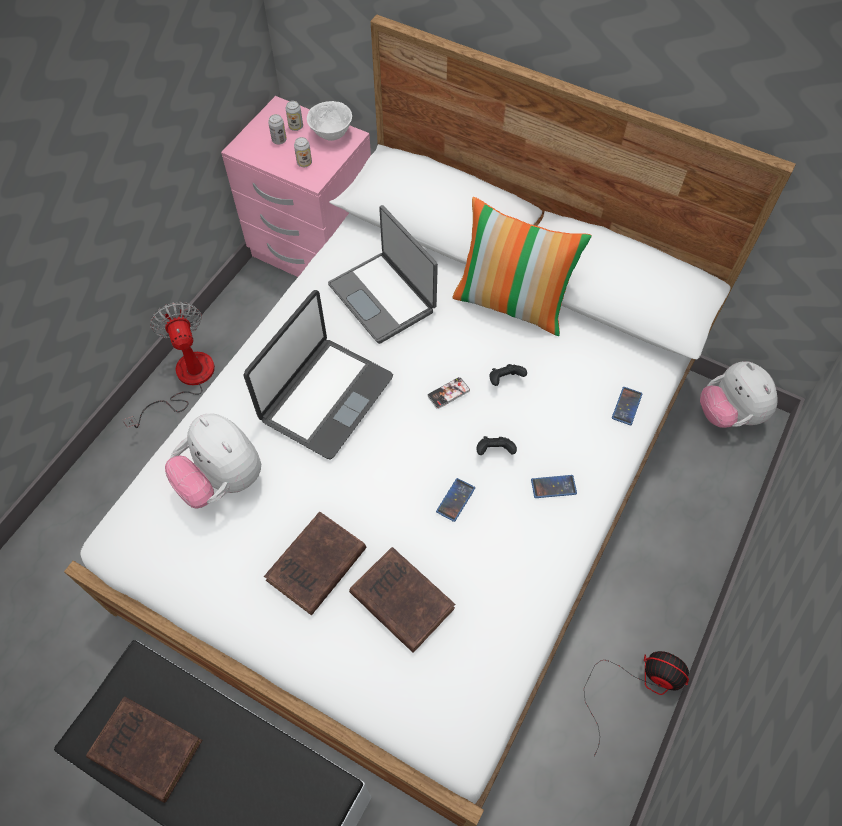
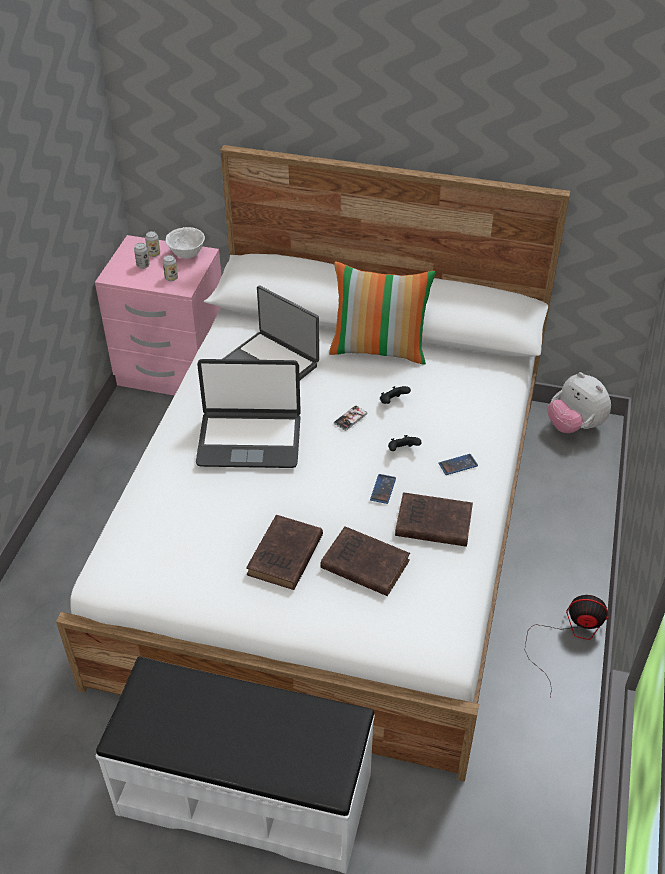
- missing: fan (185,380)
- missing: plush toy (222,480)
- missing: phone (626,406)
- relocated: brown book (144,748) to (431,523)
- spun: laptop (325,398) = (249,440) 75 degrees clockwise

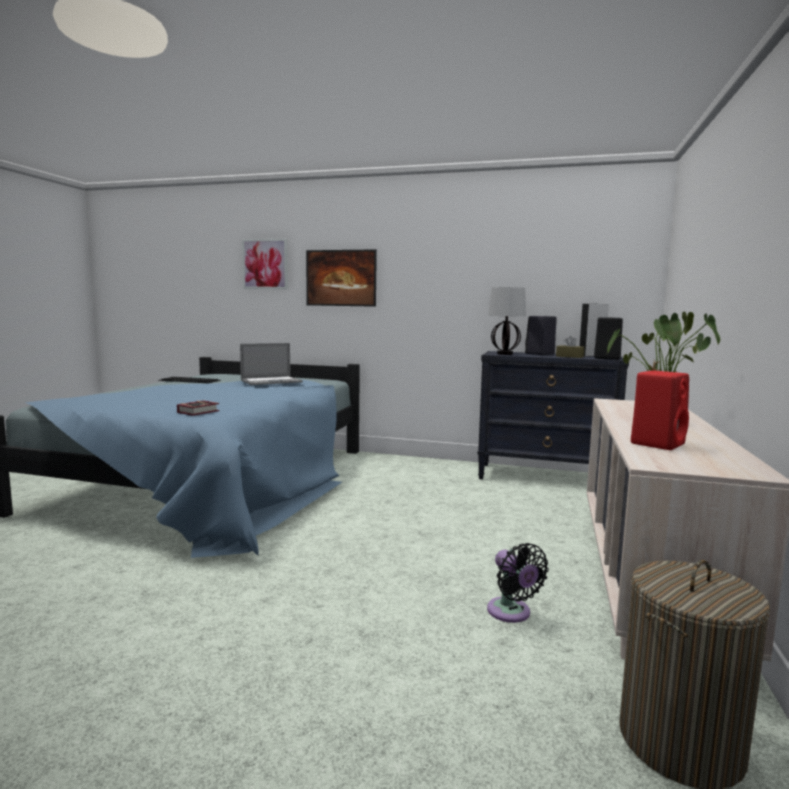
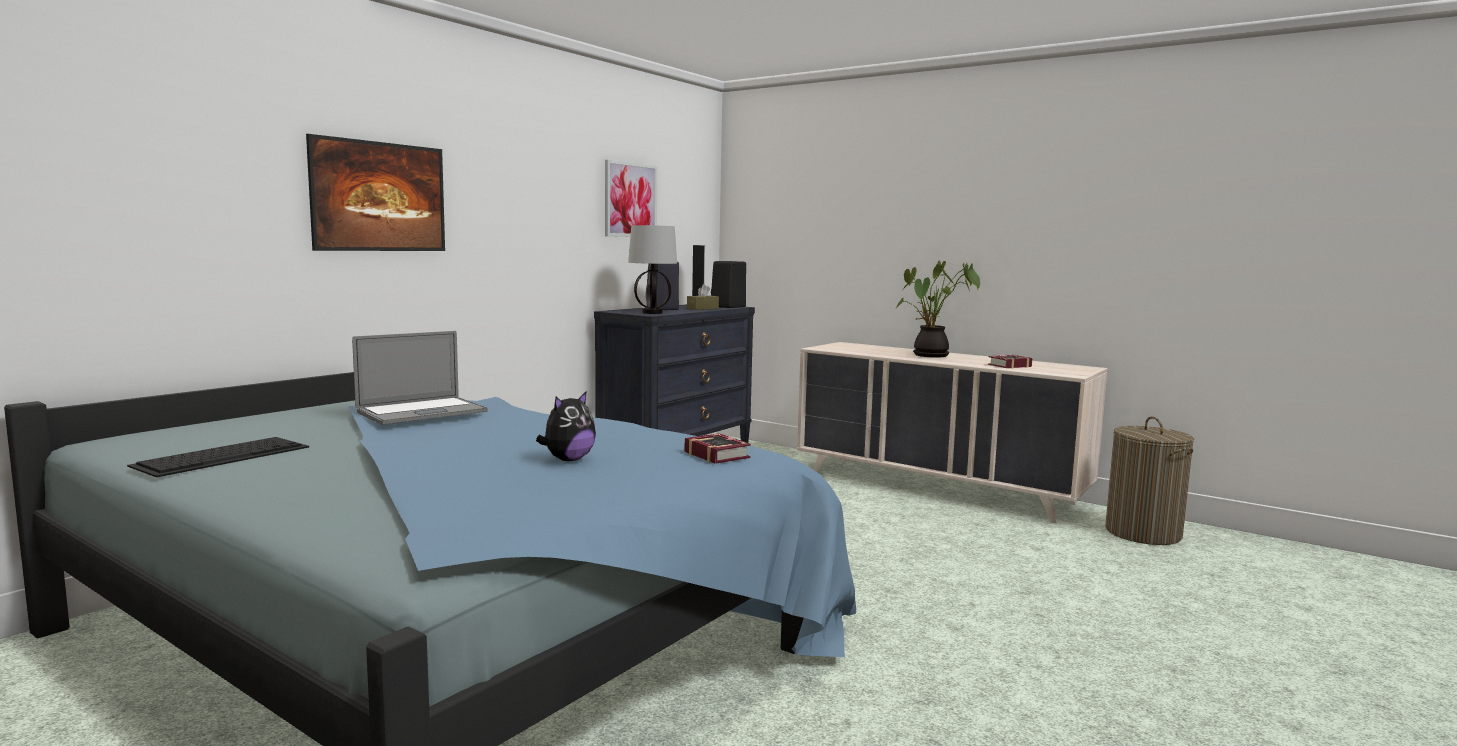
- missing: black fan (511,613)
- appeared: plush toy (568,460)
- relocated: picture (265,264) to (630,200)
- exchanged: red speaker (657,443) to book (1007,365)
- spun: laptop (271,381) = (422,412) 60 degrees clockwise

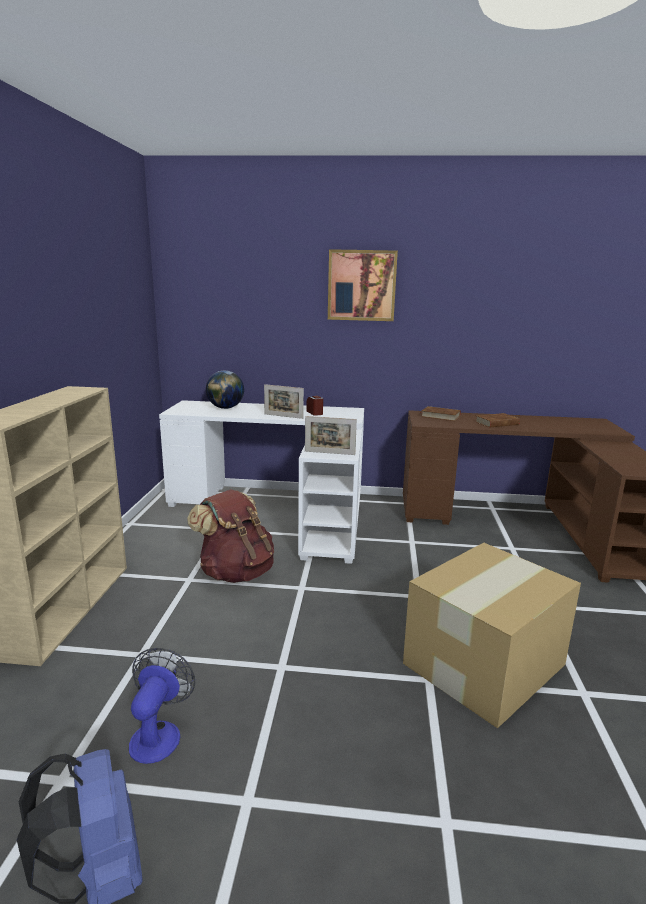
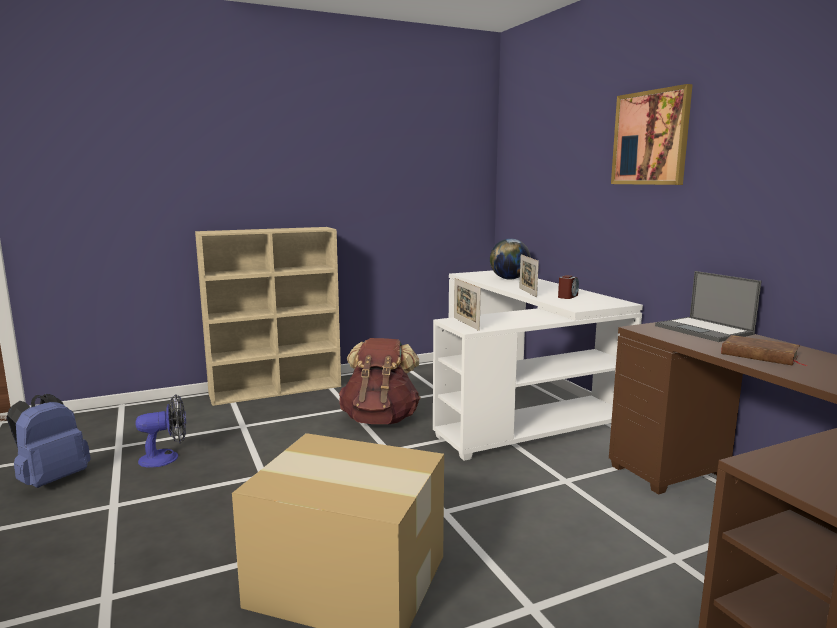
- exchanged: brown book (440,416) to laptop (704,330)

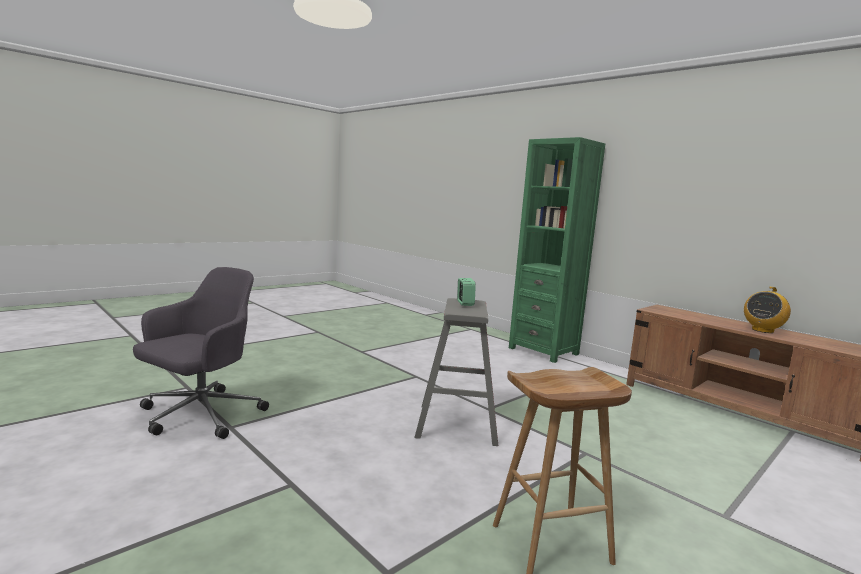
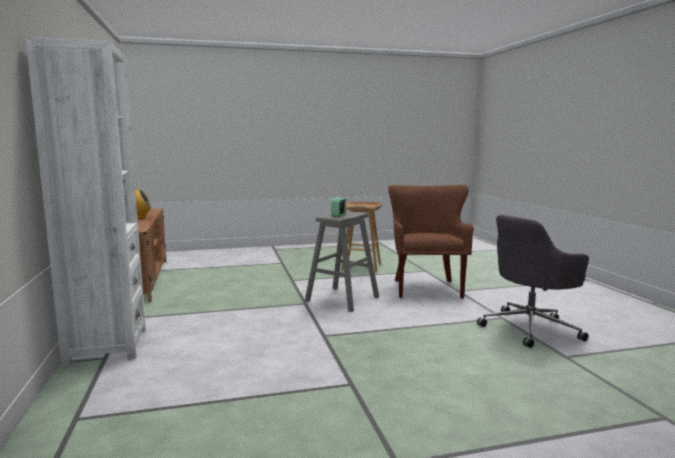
- appeared: brown armchair (427,288)
- colour: green bookcase (543,351) to white bookcase (107,346)

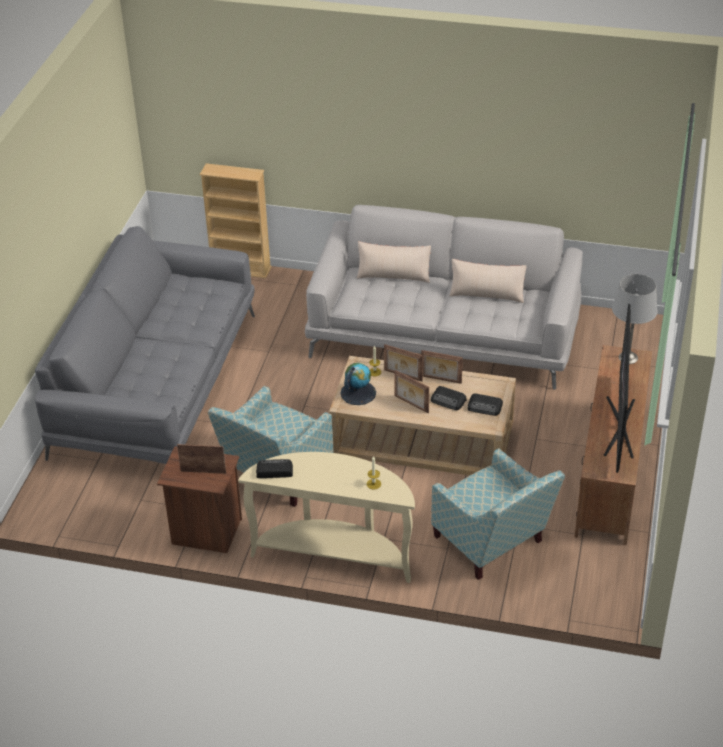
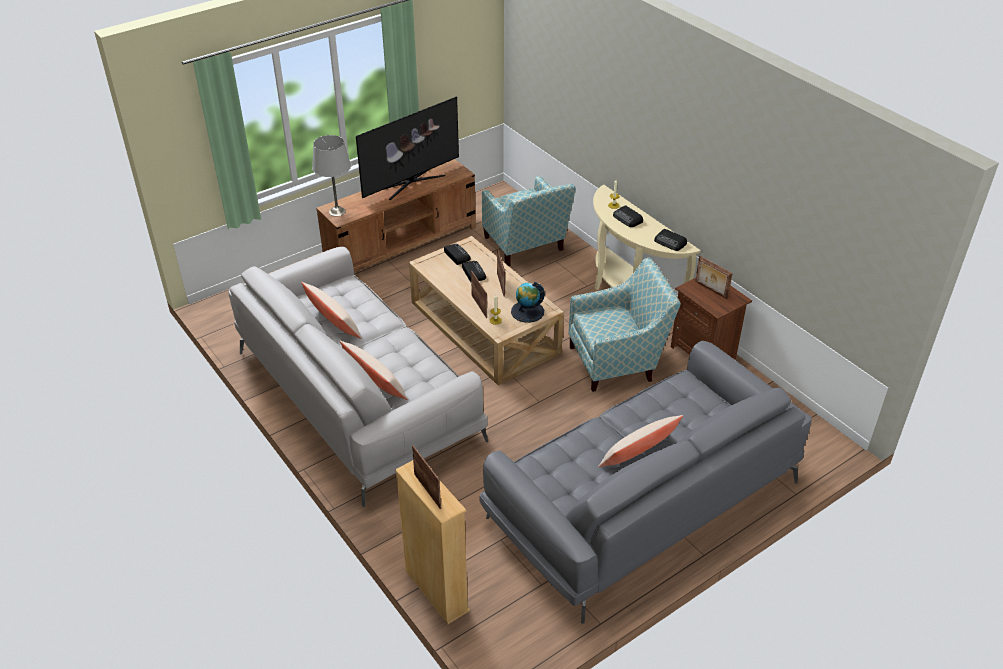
- appeared: beige pillow (638,454)
- appeared: radio (628,219)
- relocated: picture frame (441,380) to (428,490)
- spun: armchair (493,545) = (526,248) 150 degrees clockwise

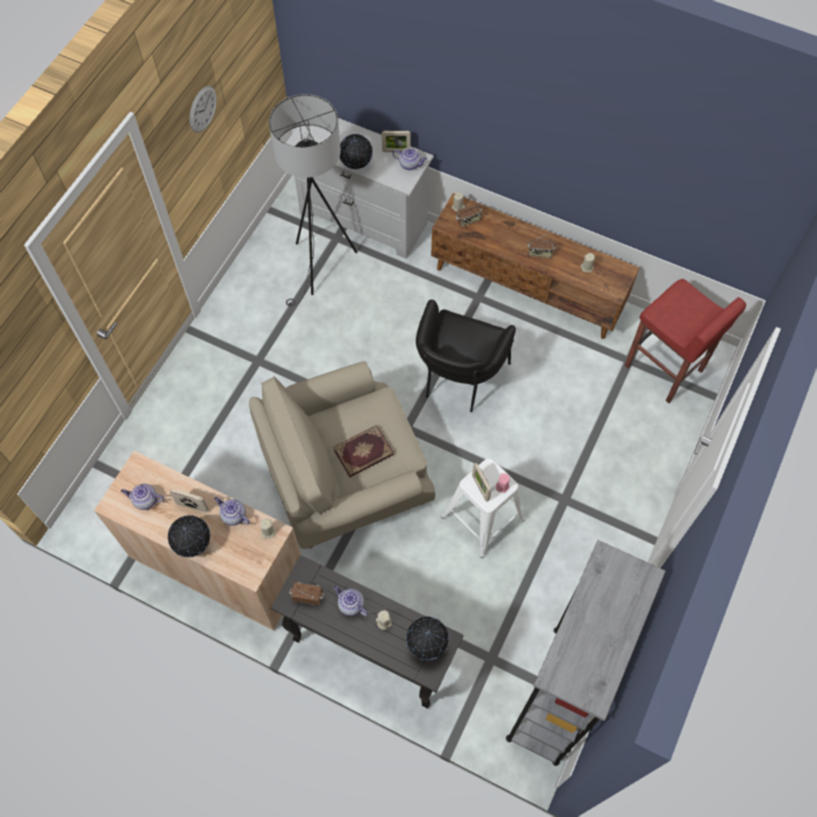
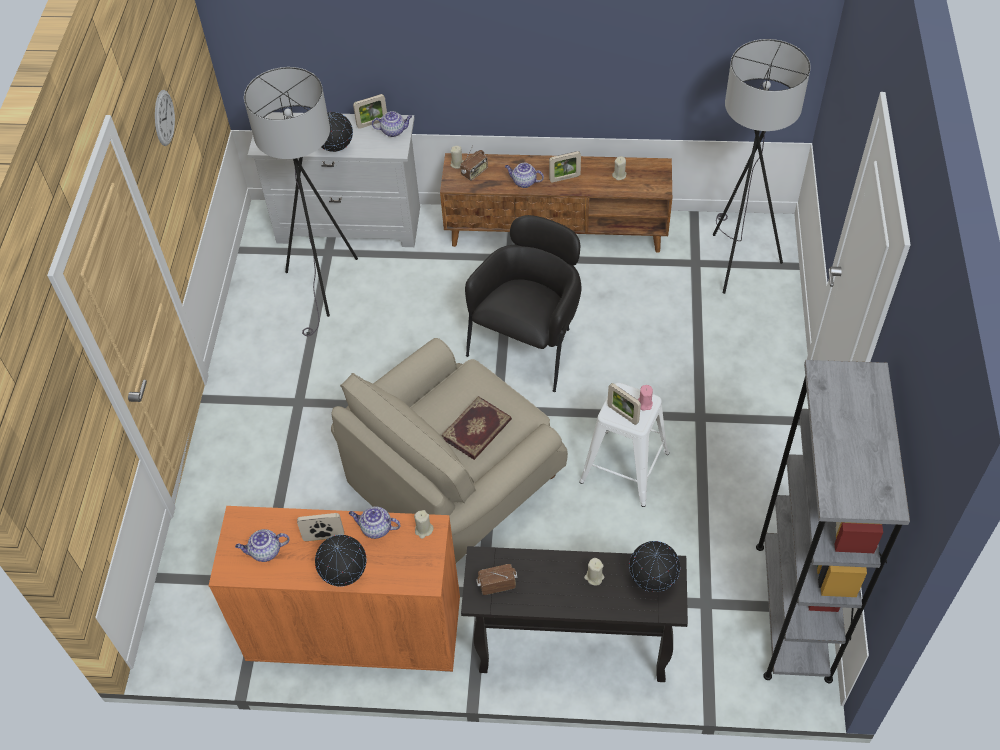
- relocated: teapot (350,604) to (523,182)
- exchanged: radio (540,253) to picture frame (564,178)
- exchanged: red stool (664,370) to grey floor lamp (734,259)
- colour: beige cabinet (218,565) to orange cabinet (354,629)
- spun: black armchair (458,380) = (529,343) 150 degrees counterclockwise

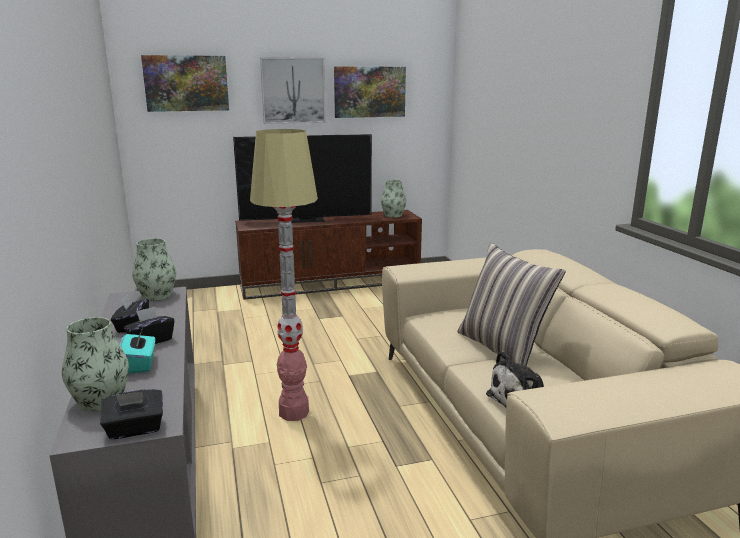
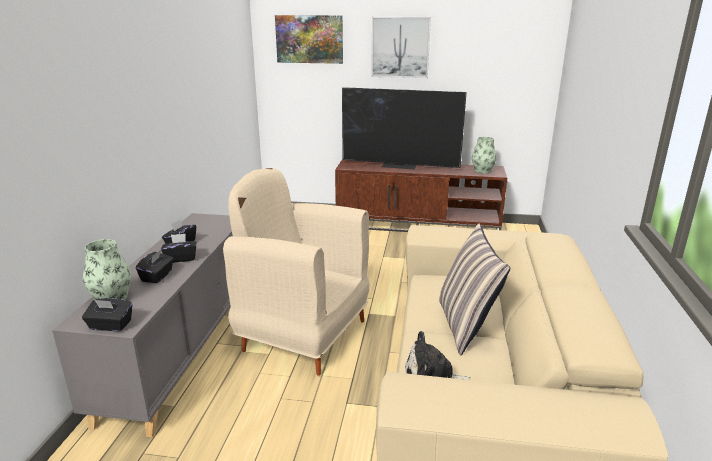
- missing: vase (157,295)
- missing: picture (369,92)
- exchanged: floor lamp (294,413) to beige armchair (303,335)
- colour: turquoise tissue box (140,364) to black tissue box (157,276)

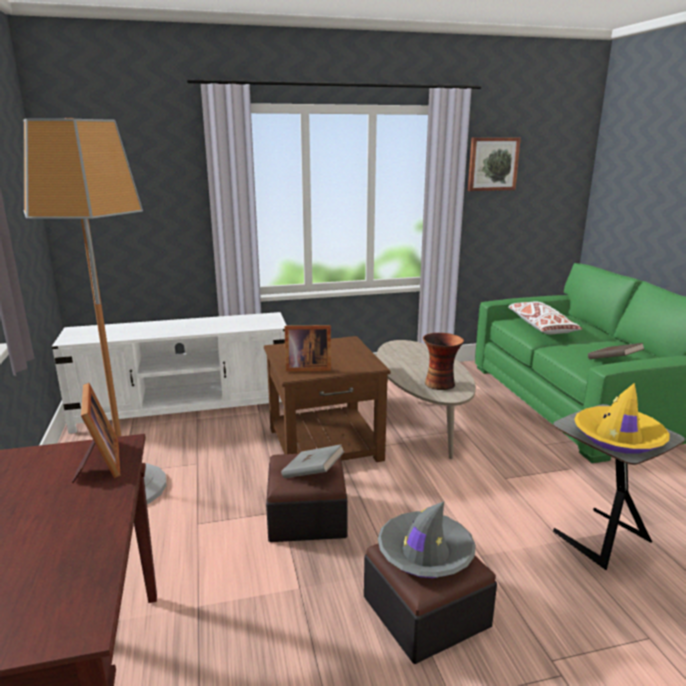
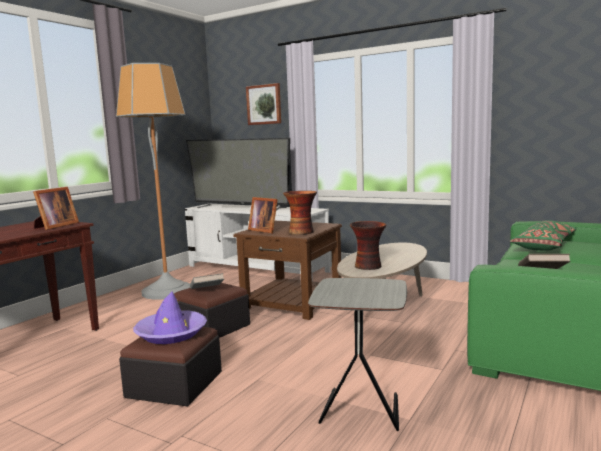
- missing: yellow hat (618,437)
- appeared: television (240,207)
- appeared: vase (301,232)
- relocated: picture (492,164) to (264,104)
- colour: grey hat (425,553) to purple hat (171,333)
- colour: white pillow (541,326) to green pillow (544,246)

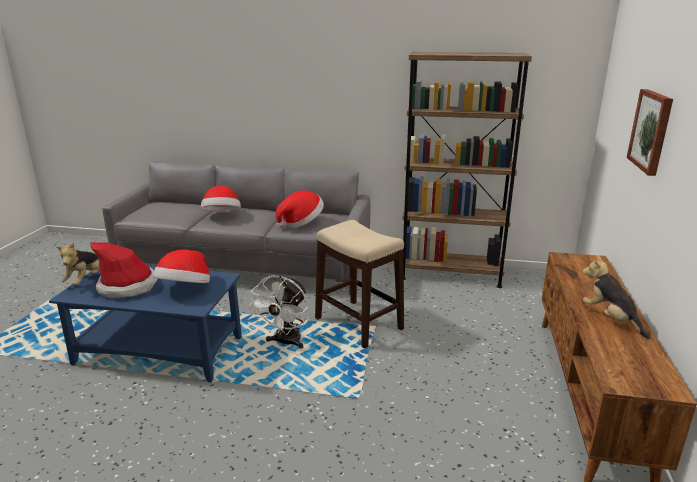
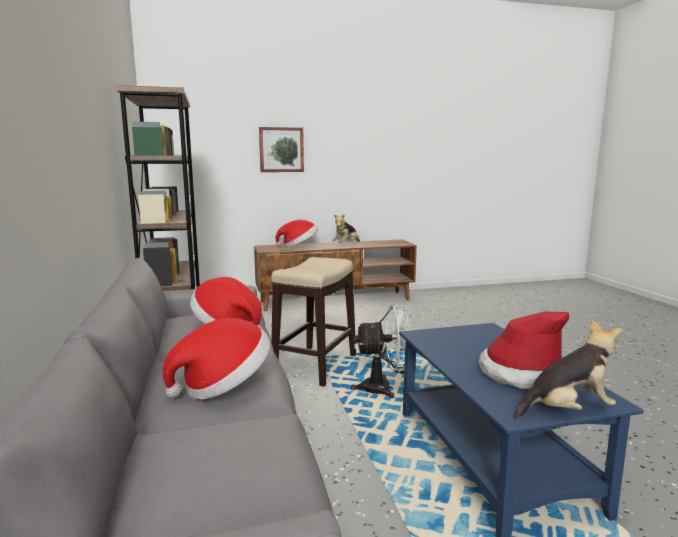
- relocated: hat (185,289) to (298,246)

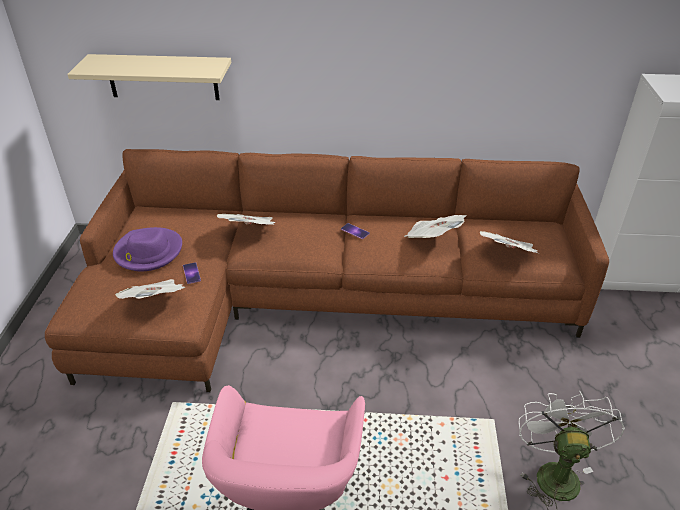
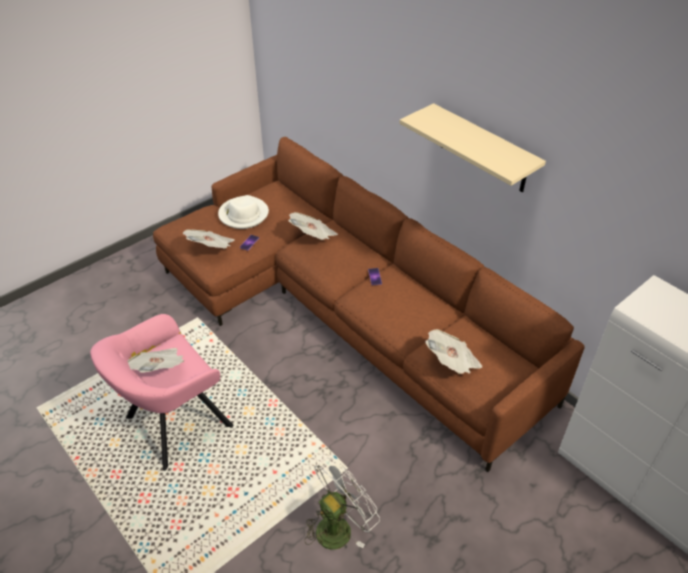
- relocated: beige shelf (162,77) to (483,149)
- relocated: newspaper (432,239) to (159,369)
- colour: purple hat (148,252) to white hat (243,215)

